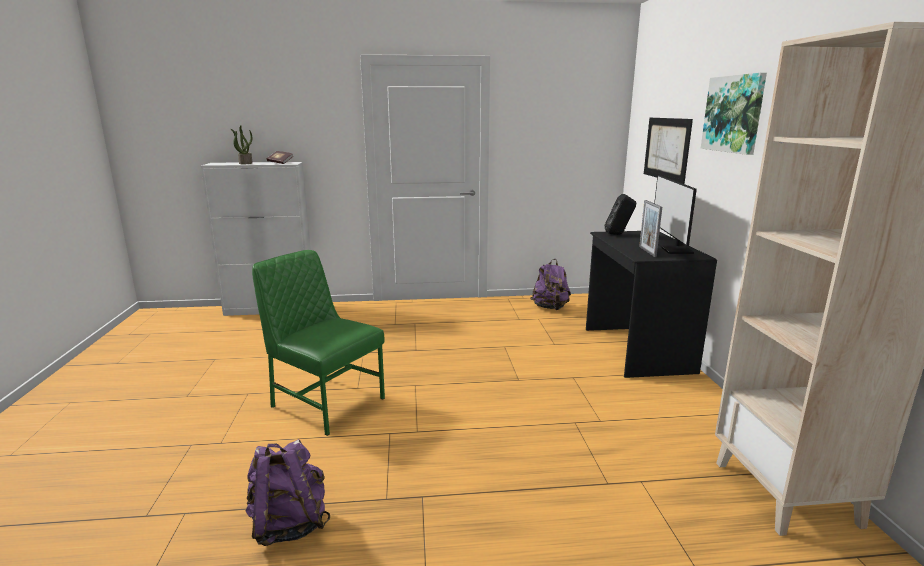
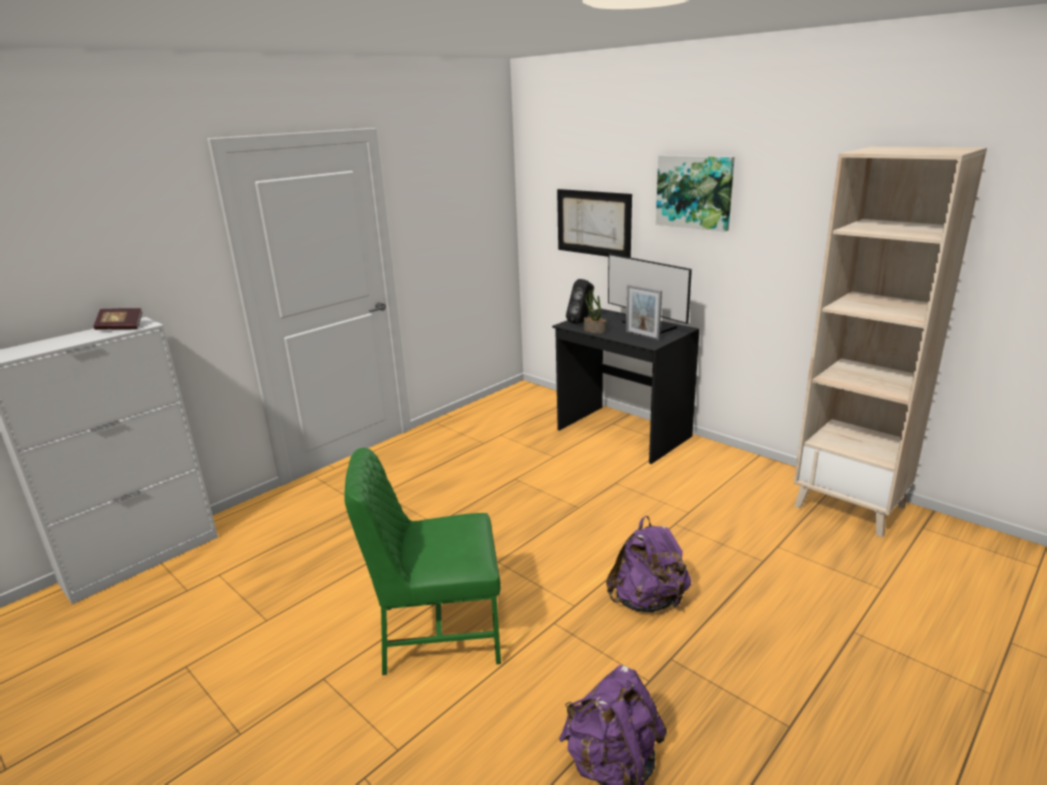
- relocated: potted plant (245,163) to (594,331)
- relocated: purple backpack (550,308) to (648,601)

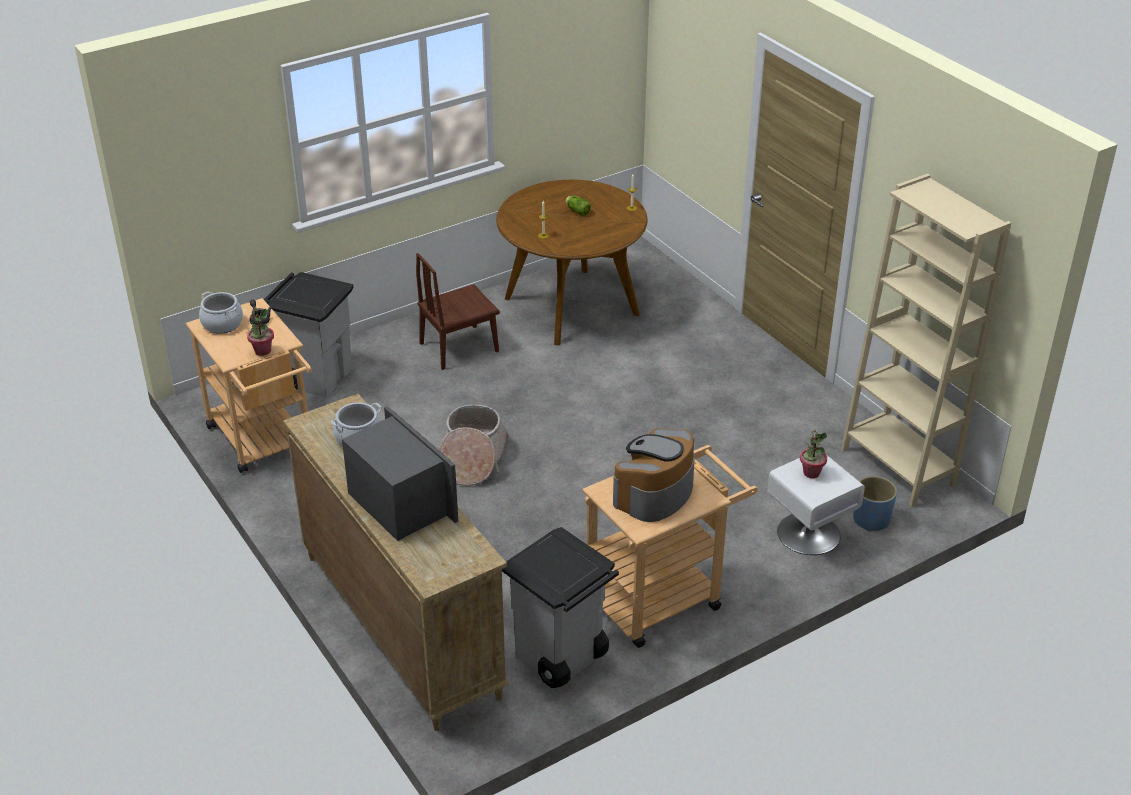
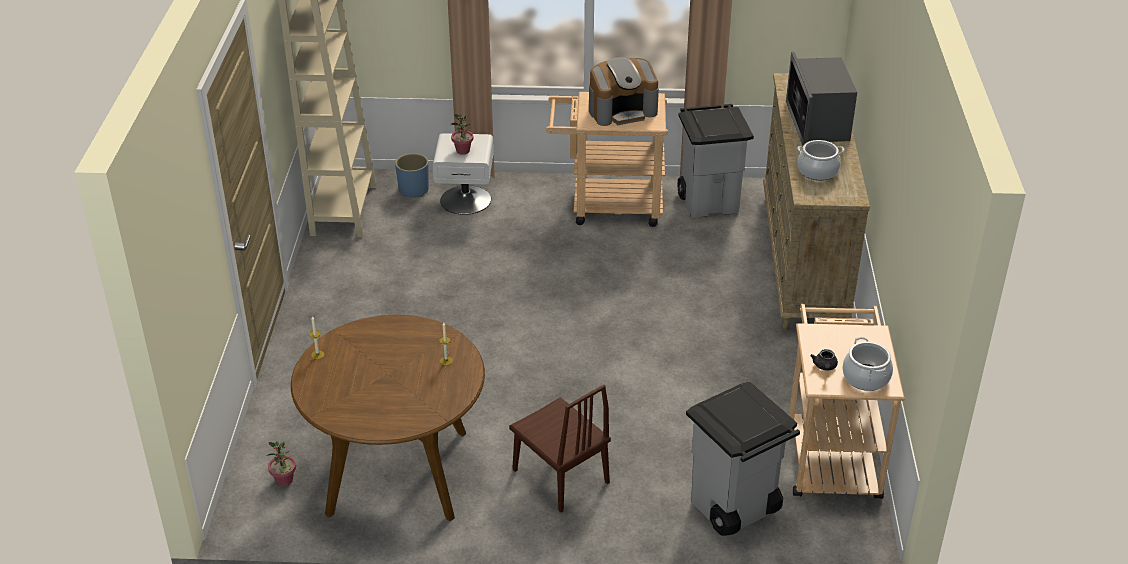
- missing: basket (472,458)
- missing: lettuce (577,211)
- relocated: potted plant (262,351) to (284,480)
- spun: brown chair (459,347) = (560,476) 45 degrees clockwise

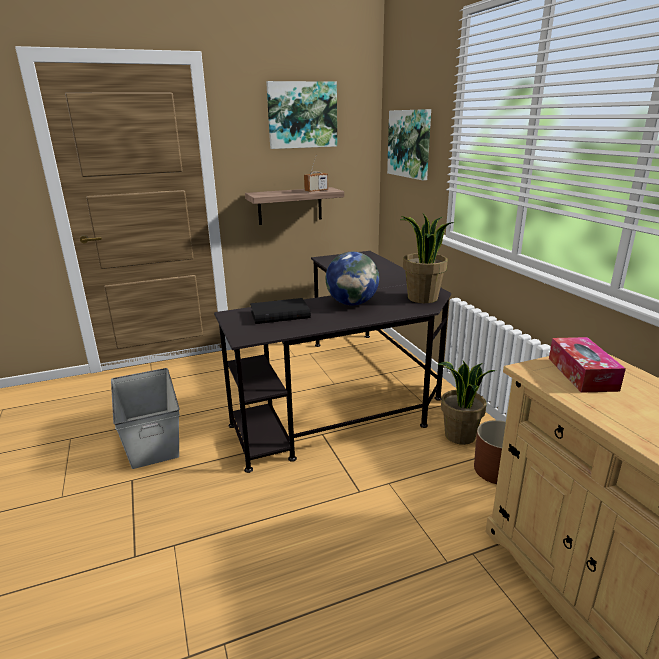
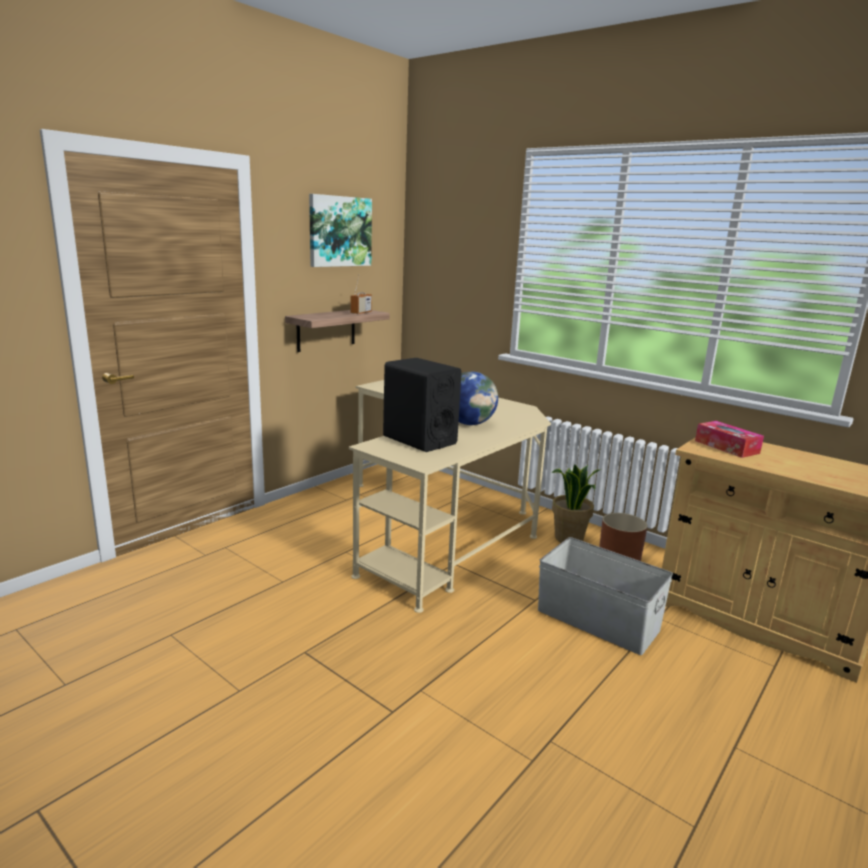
- missing: picture (410,144)
- missing: potted plant (422,298)
- relocated: grey storage box (150,437) to (598,621)
- exchanged: black book (280,314) to black speaker (419,440)
- colour: black desk (350,394) to beige desk (443,524)

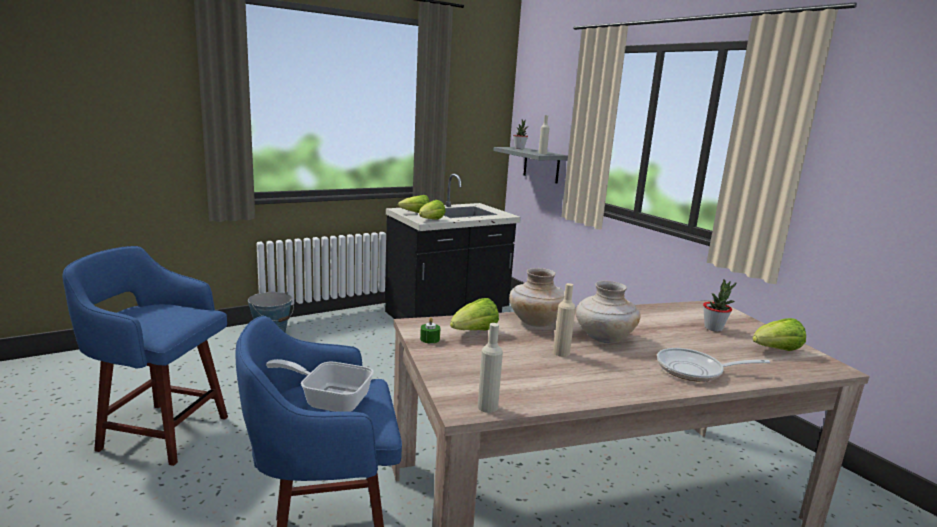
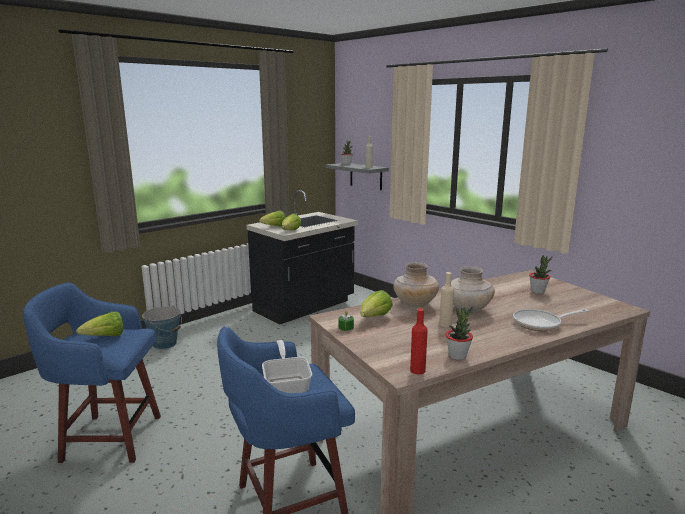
- appeared: potted plant (457,356)
- relocated: lettuce (775,350) to (105,337)
- colour: beige bottle (487,407) to red bottle (417,370)
- spun: frying pan (329,400) = (287,384) 75 degrees clockwise

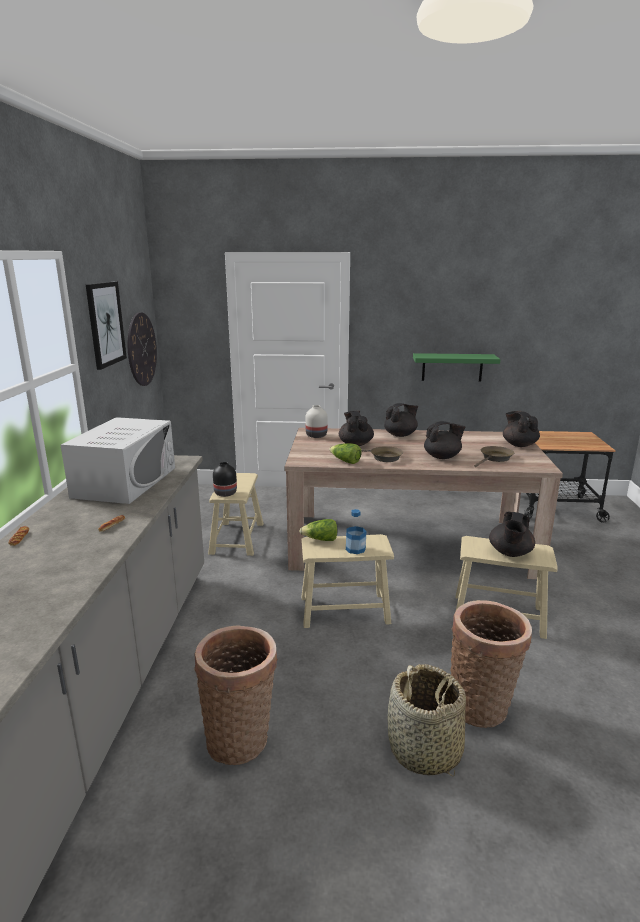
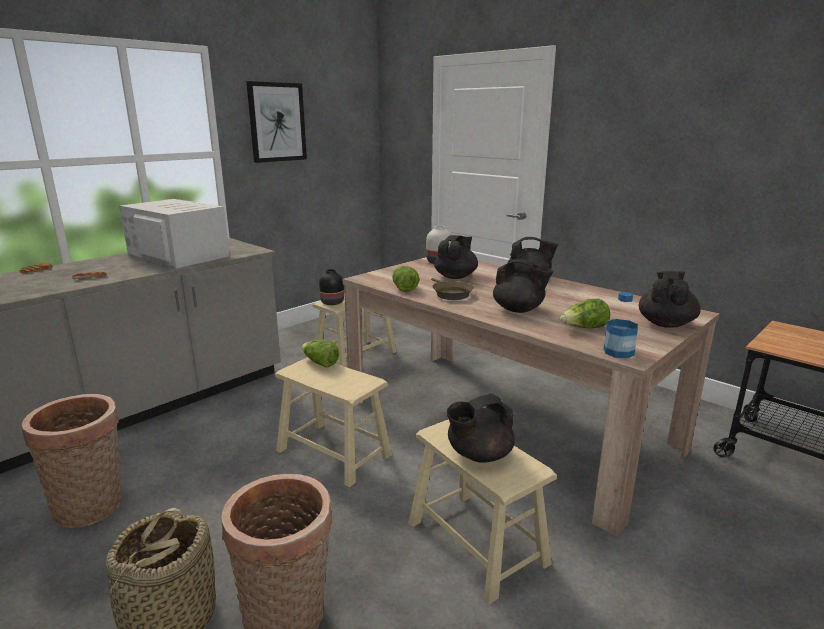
- missing: wall clock (141,349)
- missing: green shelf (452,367)
- relocated: bottle (355,549) to (618,352)
- exchanged: brown frying pan (495,458) to lettuce (584,328)
- spun: white microwave (125,482) = (178,255) 105 degrees counterclockwise

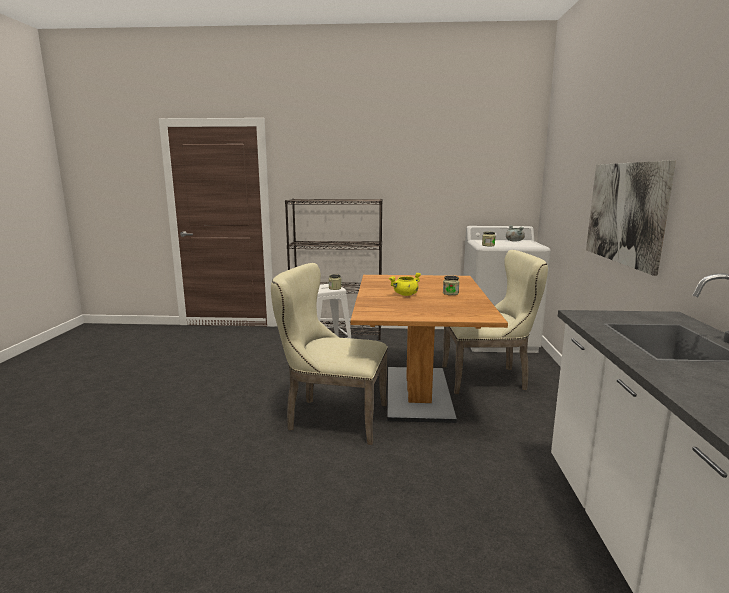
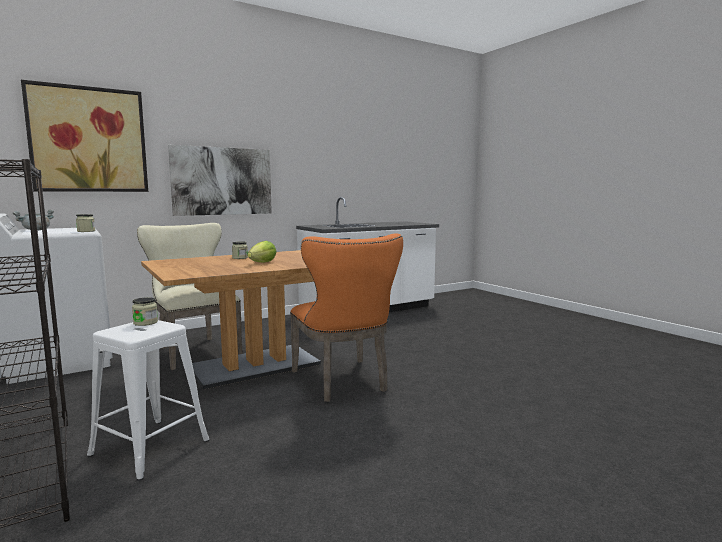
- appeared: picture (89,140)
- exchanged: yellow cooking pot (405,295) to lettuce (262,263)
- colour: beige chair (331,418) to orange chair (343,382)

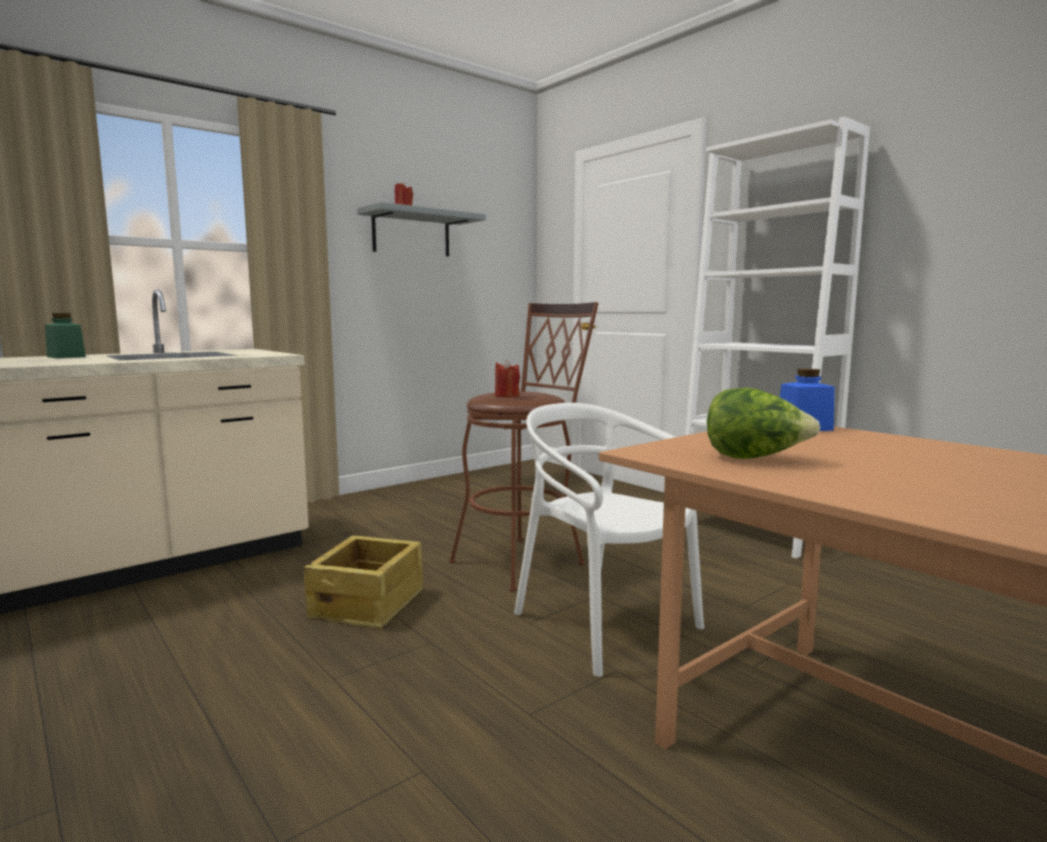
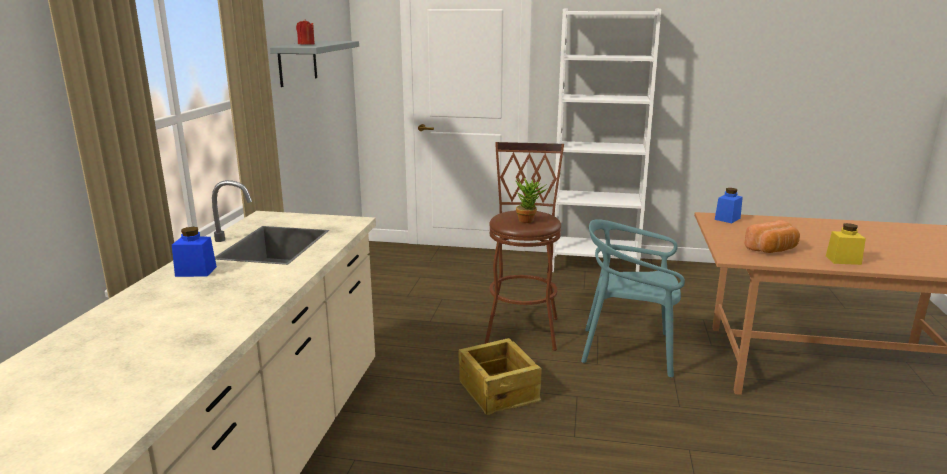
- appeared: yellow jar (843,260)
- exchanged: red candle (507,396) to potted plant (529,220)
- exchanged: lettuce (754,458) to bread (772,250)
- colour: green jar (66,357) to blue jar (196,271)
- colour: white chair (604,624) to turquoise chair (628,350)

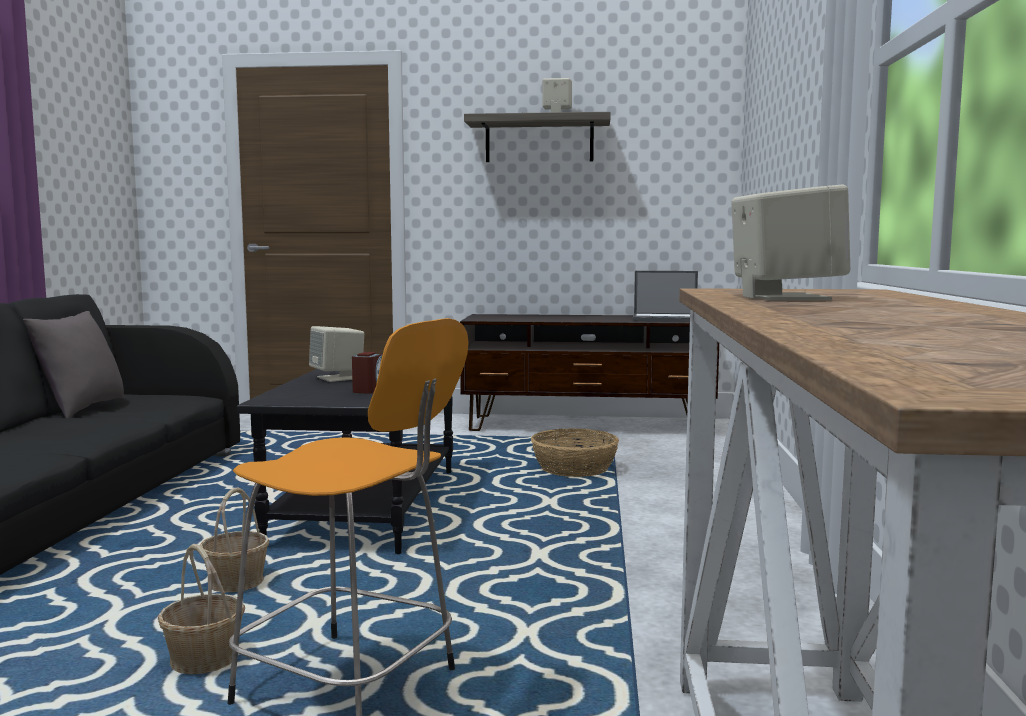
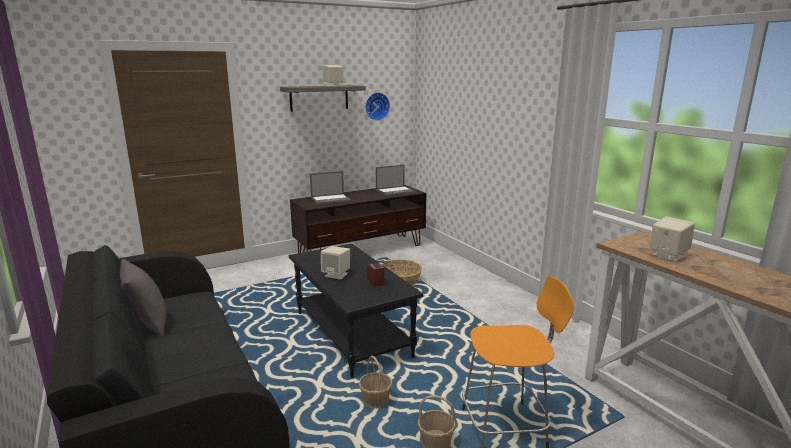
- appeared: laptop (331,199)
- appeared: wall clock (376,106)

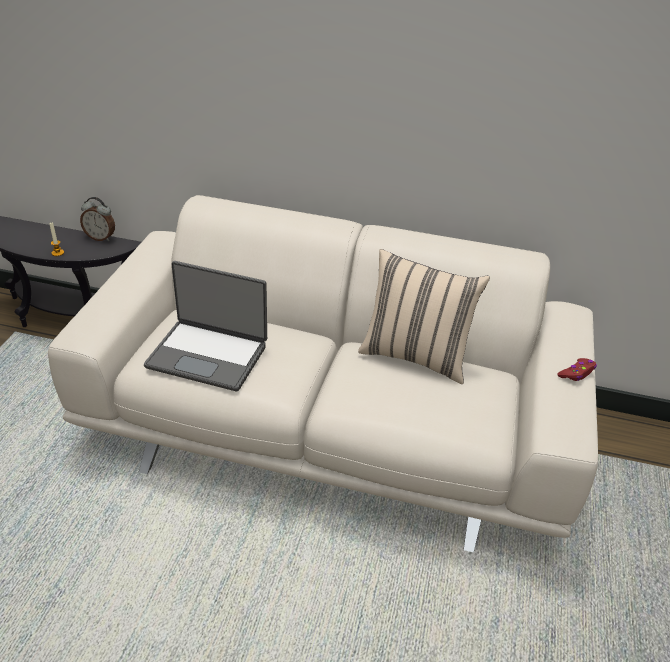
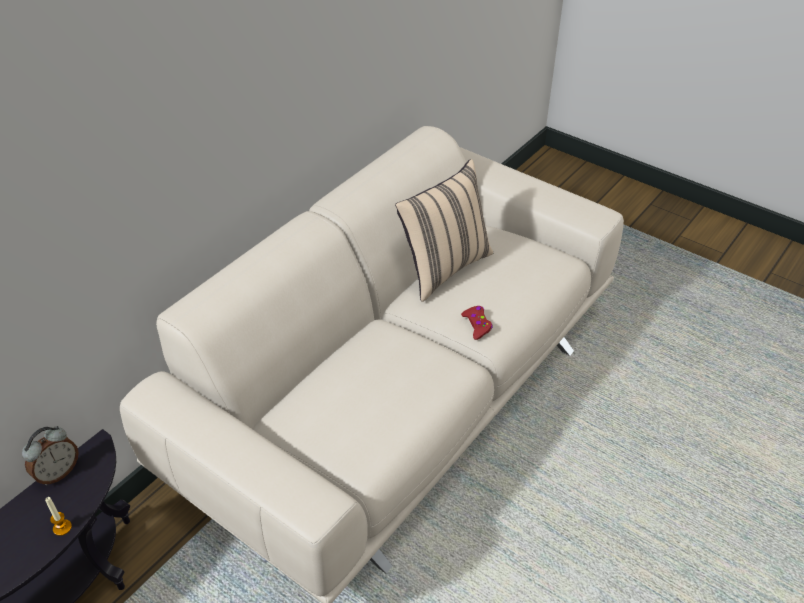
- missing: laptop (208,355)
- relocated: red game controller (577,373) to (477,325)

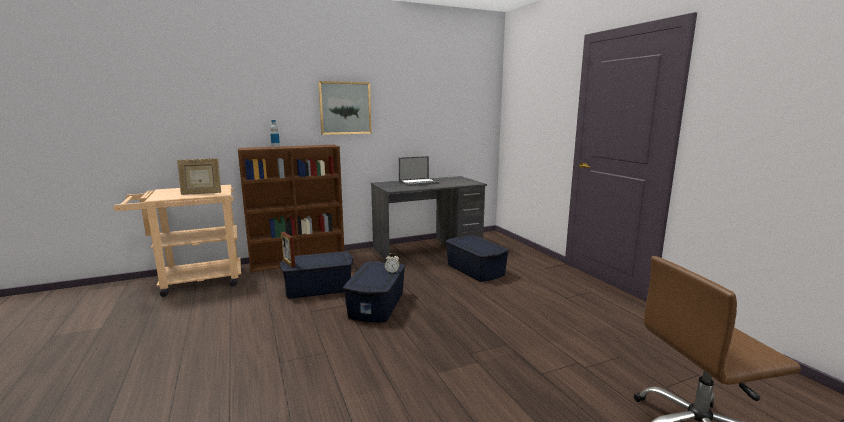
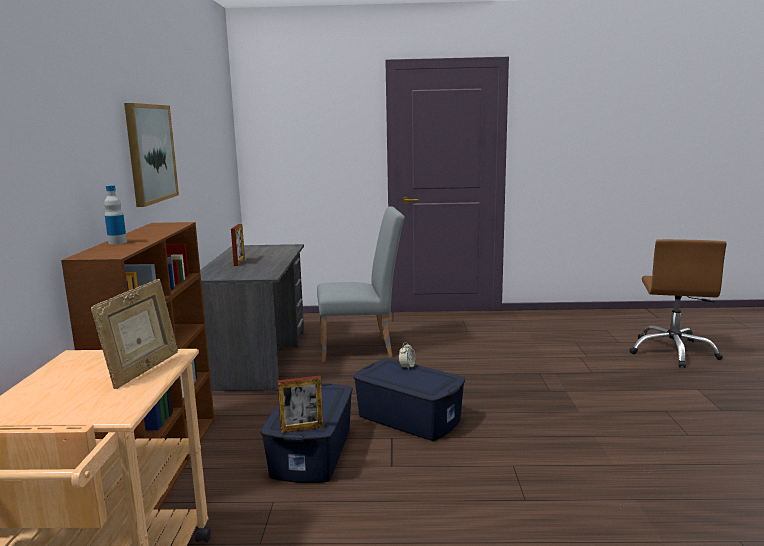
- exchanged: laptop (419,182) to picture frame (239,262)
- exchanged: blue storage box (475,270) to grey chair (362,349)

